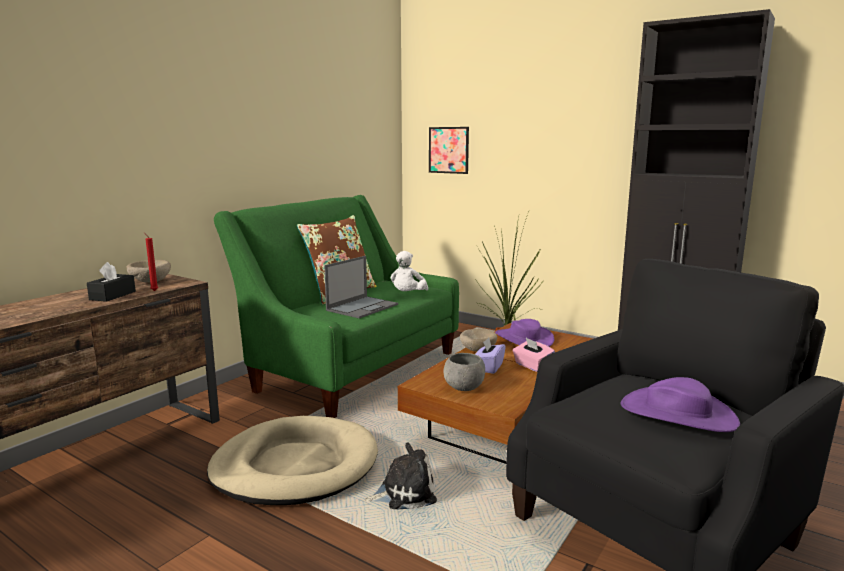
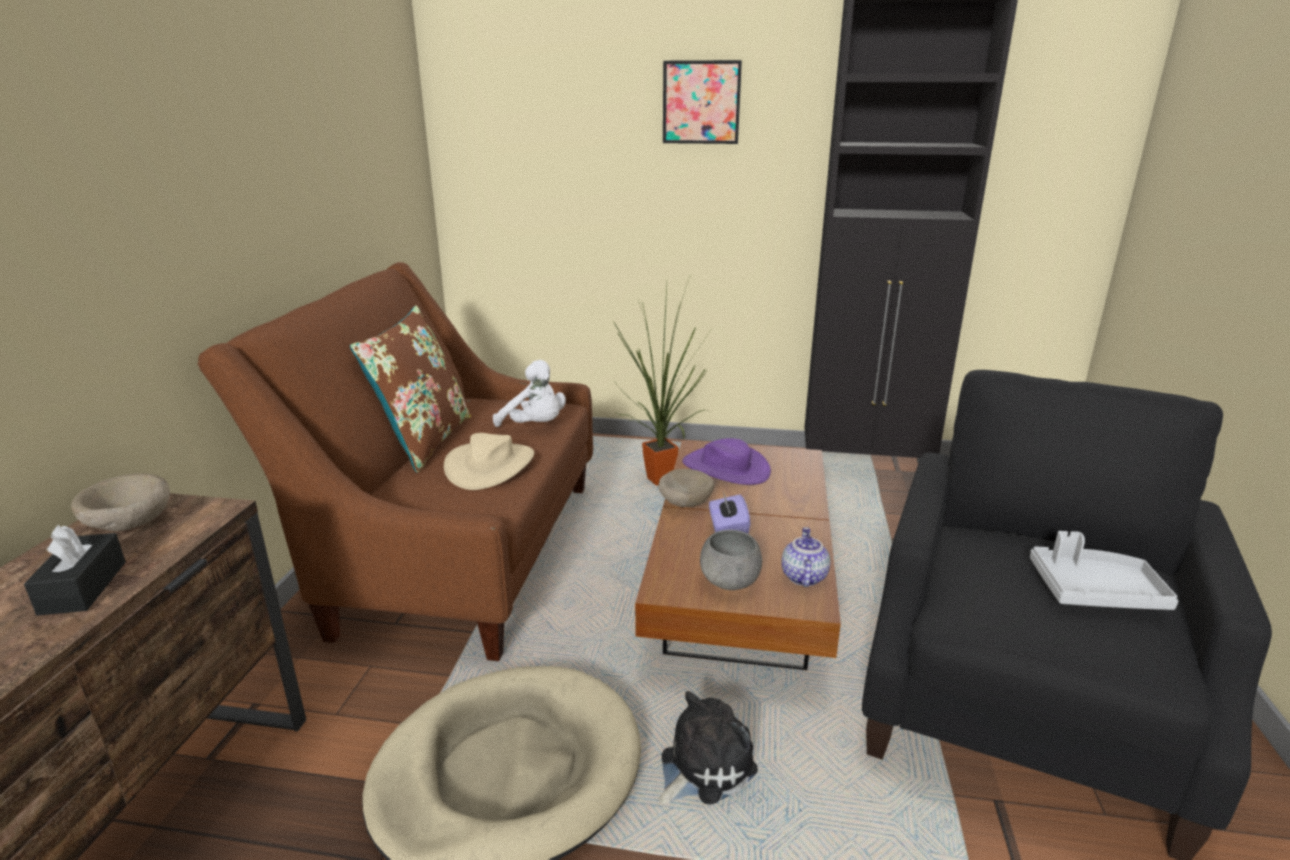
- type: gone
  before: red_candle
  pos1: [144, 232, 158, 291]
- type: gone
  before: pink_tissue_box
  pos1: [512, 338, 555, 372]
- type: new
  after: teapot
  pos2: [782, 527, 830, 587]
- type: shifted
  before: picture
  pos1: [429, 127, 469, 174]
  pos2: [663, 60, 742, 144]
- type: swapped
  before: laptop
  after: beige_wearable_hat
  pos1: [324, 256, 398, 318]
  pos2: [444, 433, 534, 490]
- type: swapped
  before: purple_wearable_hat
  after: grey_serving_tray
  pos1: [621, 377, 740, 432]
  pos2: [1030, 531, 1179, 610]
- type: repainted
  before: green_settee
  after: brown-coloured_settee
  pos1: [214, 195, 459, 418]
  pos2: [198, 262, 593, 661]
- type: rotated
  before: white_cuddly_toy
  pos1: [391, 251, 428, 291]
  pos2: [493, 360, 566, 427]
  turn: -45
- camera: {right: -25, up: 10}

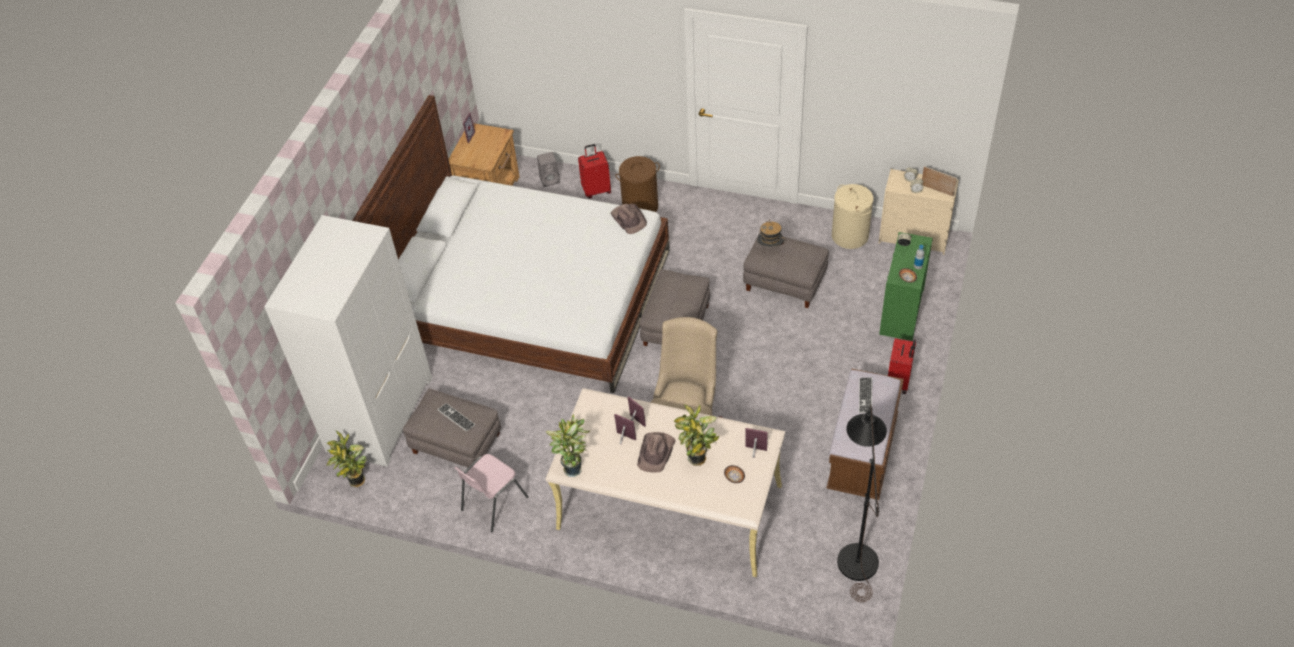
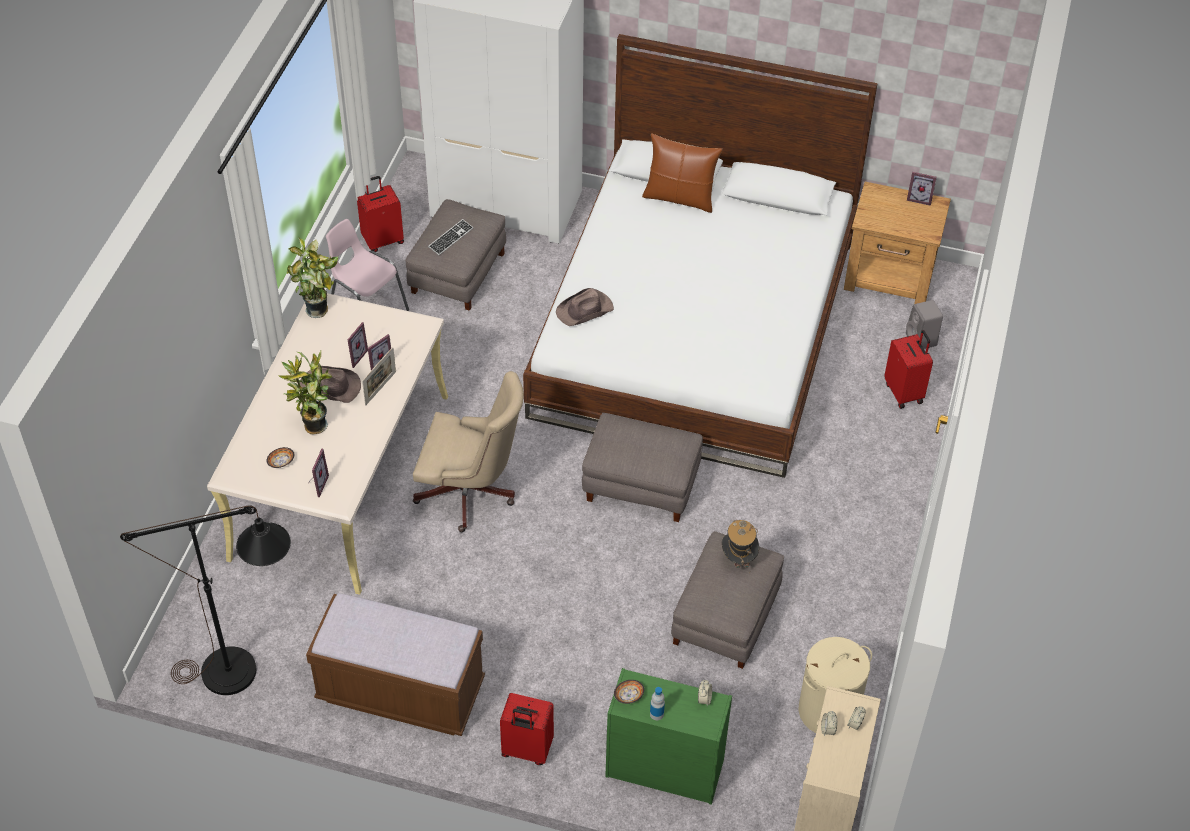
- type: gone
  before: houseplant
  pos1: [326, 431, 367, 487]
- type: gone
  before: brown-coloured_laundry_basket
  pos1: [615, 156, 660, 212]
- type: gone
  before: PC_keyboard
  pos1: [859, 377, 872, 413]
- type: new
  after: red_suitcase
  pos2: [357, 176, 404, 252]
- type: new
  after: brown-coloured_throw_pillow
  pos2: [642, 133, 722, 213]
- type: shifted
  before: brown-coloured_wearable_hat
  pos1: [610, 204, 647, 234]
  pos2: [556, 288, 614, 326]
- type: shifted
  before: photo_frame
  pos1: [922, 166, 957, 197]
  pos2: [362, 347, 396, 406]
- camera: {right: 85, up: 0}

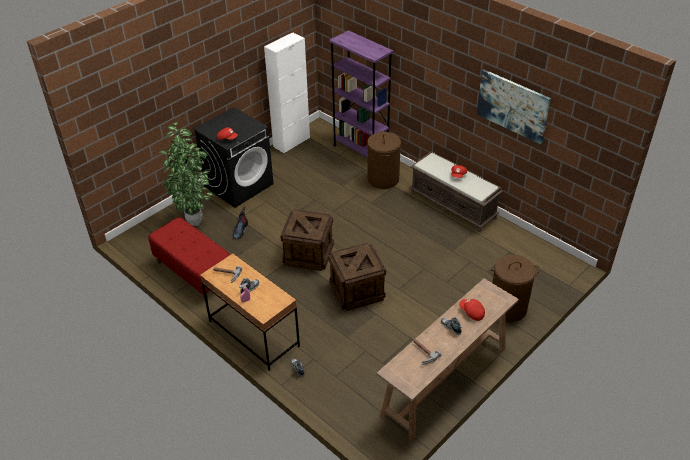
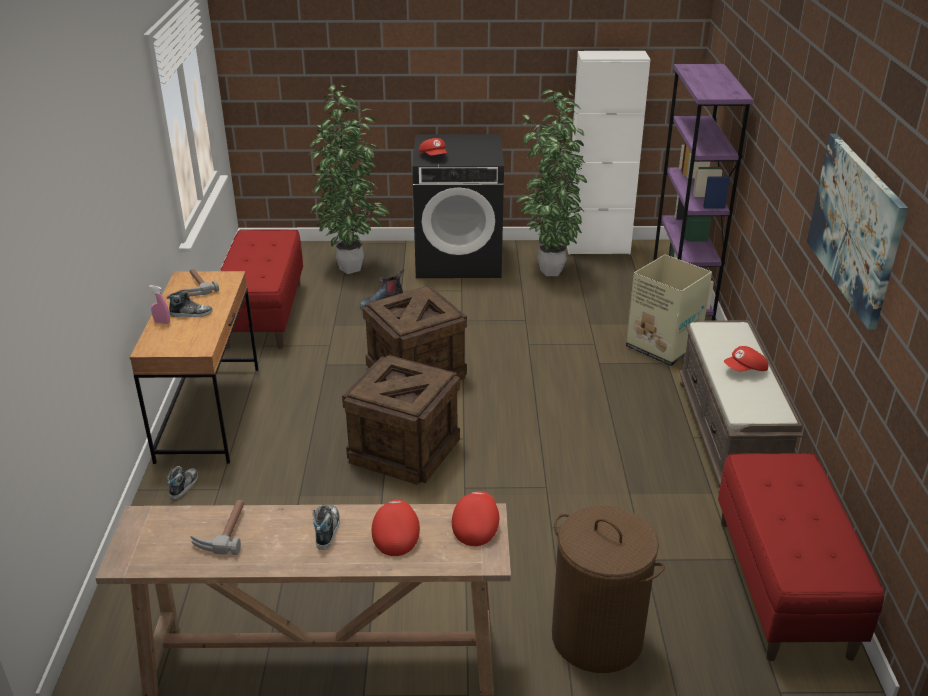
- type: new
  after: red_cap
  pos2: [452, 491, 499, 546]
- type: new
  after: houseplant
  pos2: [517, 89, 587, 276]
- type: new
  after: red_bench
  pos2: [718, 453, 884, 661]
- type: swapped
  before: brown-coloured_laundry_basket
  after: carton
  pos1: [367, 131, 401, 189]
  pos2: [626, 254, 712, 366]
- camera: {right: 45, up: -10}

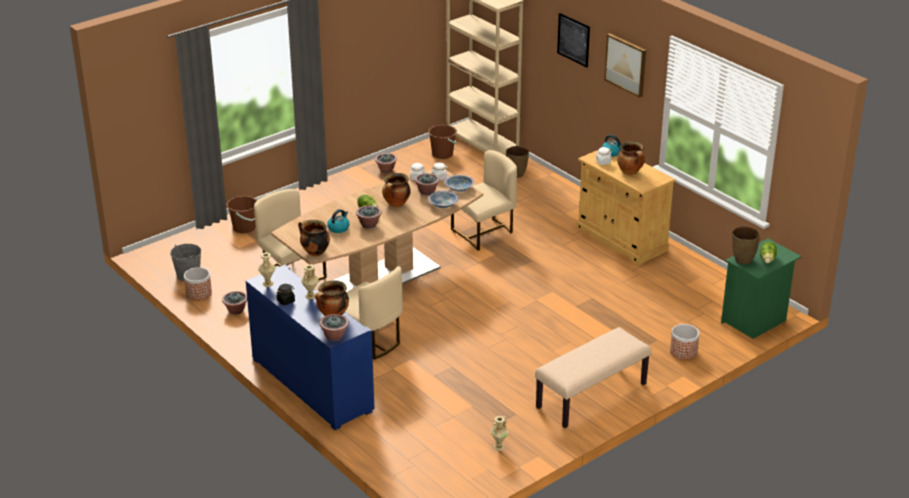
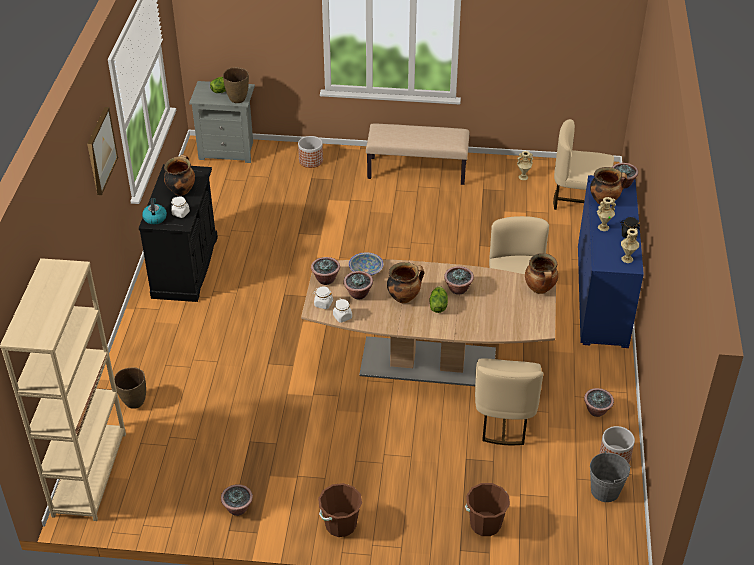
- type: gone
  before: tea_kettle
  pos1: [327, 209, 350, 233]
- type: gone
  before: picture
  pos1: [557, 13, 590, 67]
- type: shifted
  before: brown-coloured_pail
  pos1: [428, 125, 457, 159]
  pos2: [318, 483, 362, 537]
- type: shifted
  before: beige_chair
  pos1: [451, 150, 517, 251]
  pos2: [553, 119, 614, 210]
- type: swapped
  before: bowl
  after: houseplant
  pos1: [445, 175, 474, 192]
  pos2: [311, 257, 340, 285]
- type: repainted
  before: beige_cabinet
  after: black-coloured_cabinet
  pos1: [576, 150, 675, 265]
  pos2: [139, 164, 218, 302]
- type: repainted
  before: green_nightstand
  after: grey_nightstand
  pos1: [721, 239, 802, 339]
  pos2: [189, 81, 255, 163]
- camera: {right: -135, up: 10}

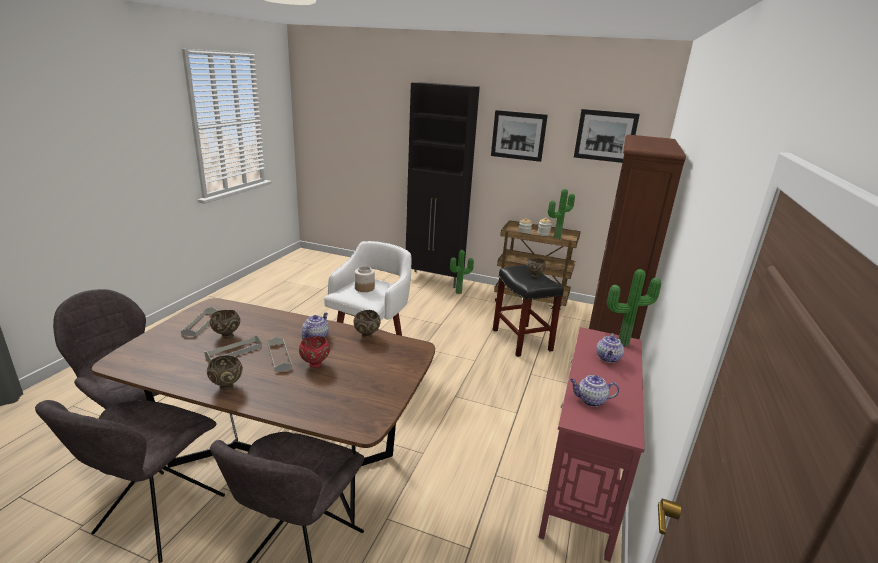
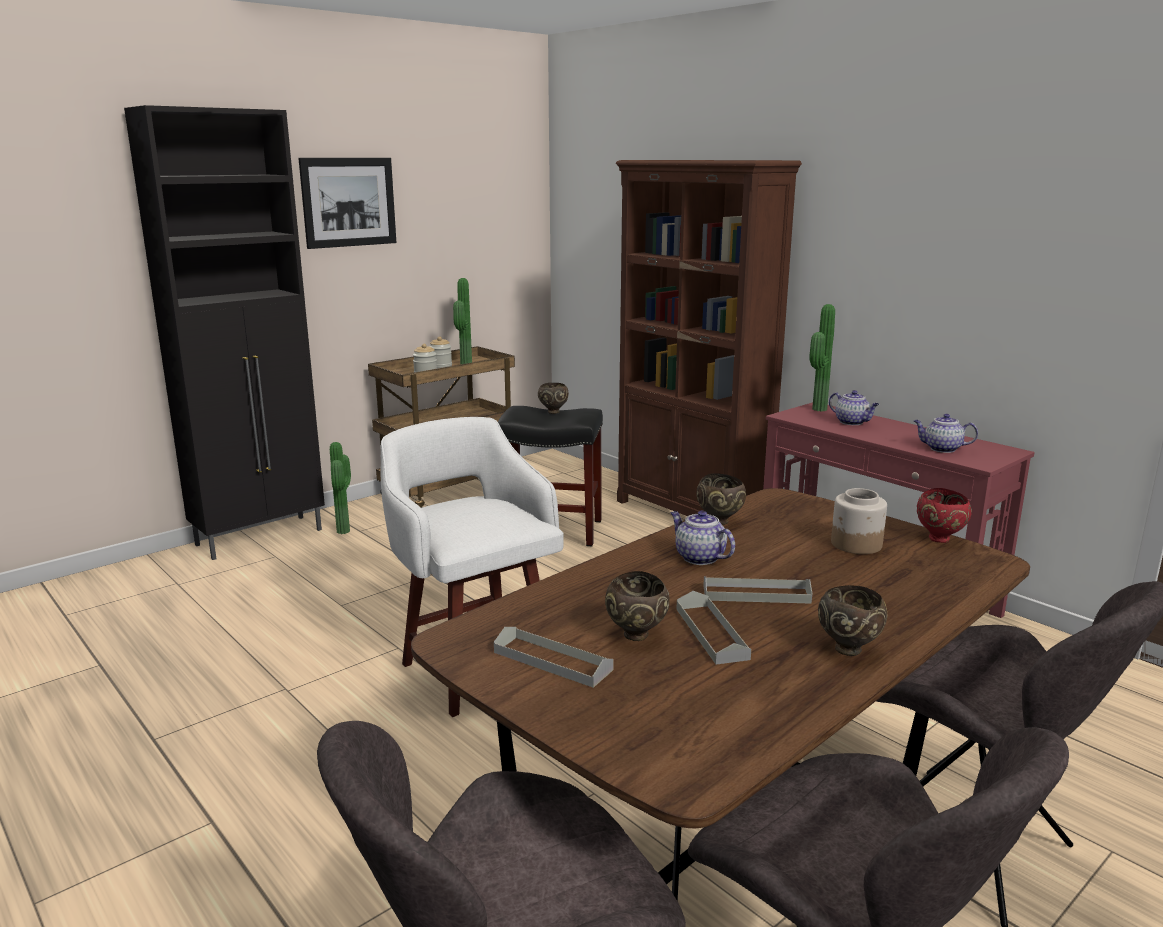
- type: gone
  before: picture
  pos1: [574, 109, 640, 163]
- type: shifted
  before: red_bowl
  pos1: [299, 336, 330, 368]
  pos2: [917, 488, 972, 543]
- type: shifted
  before: jar
  pos1: [355, 266, 375, 292]
  pos2: [831, 488, 887, 554]
- type: rotated
  before: teapot
  pos1: [570, 375, 619, 407]
  pos2: [914, 414, 978, 453]
  turn: 75
- camera: {right: -60, up: -5}

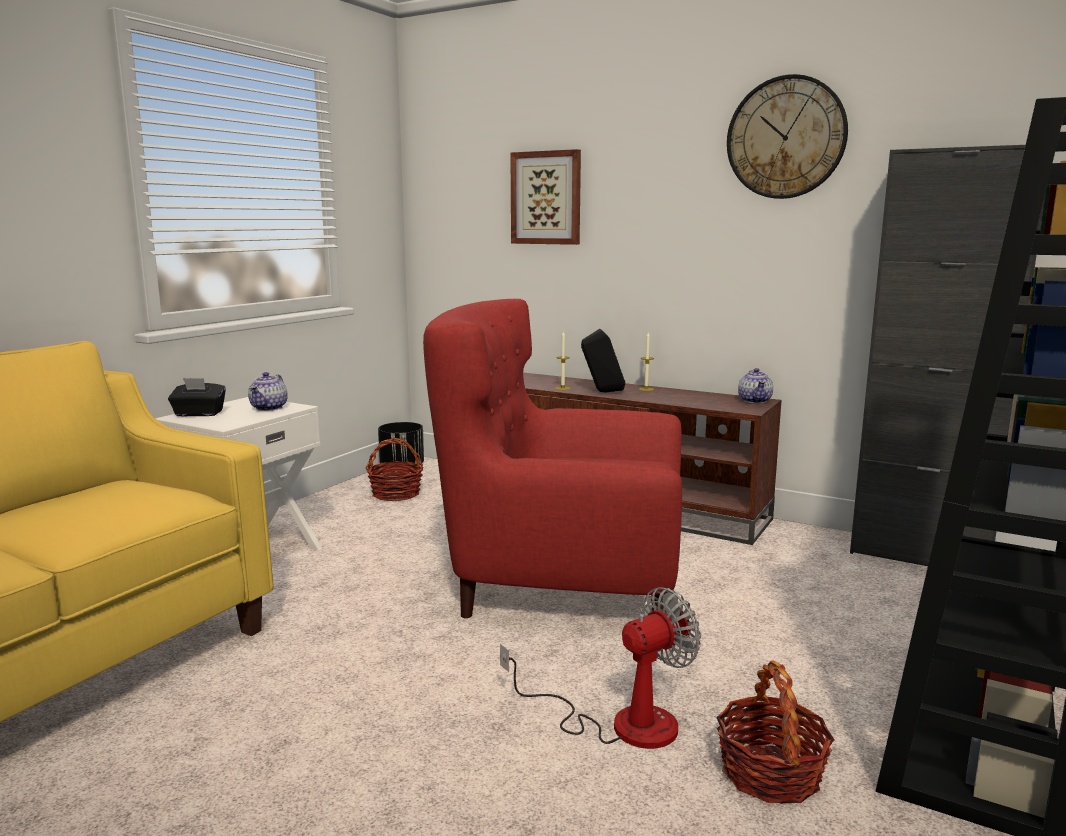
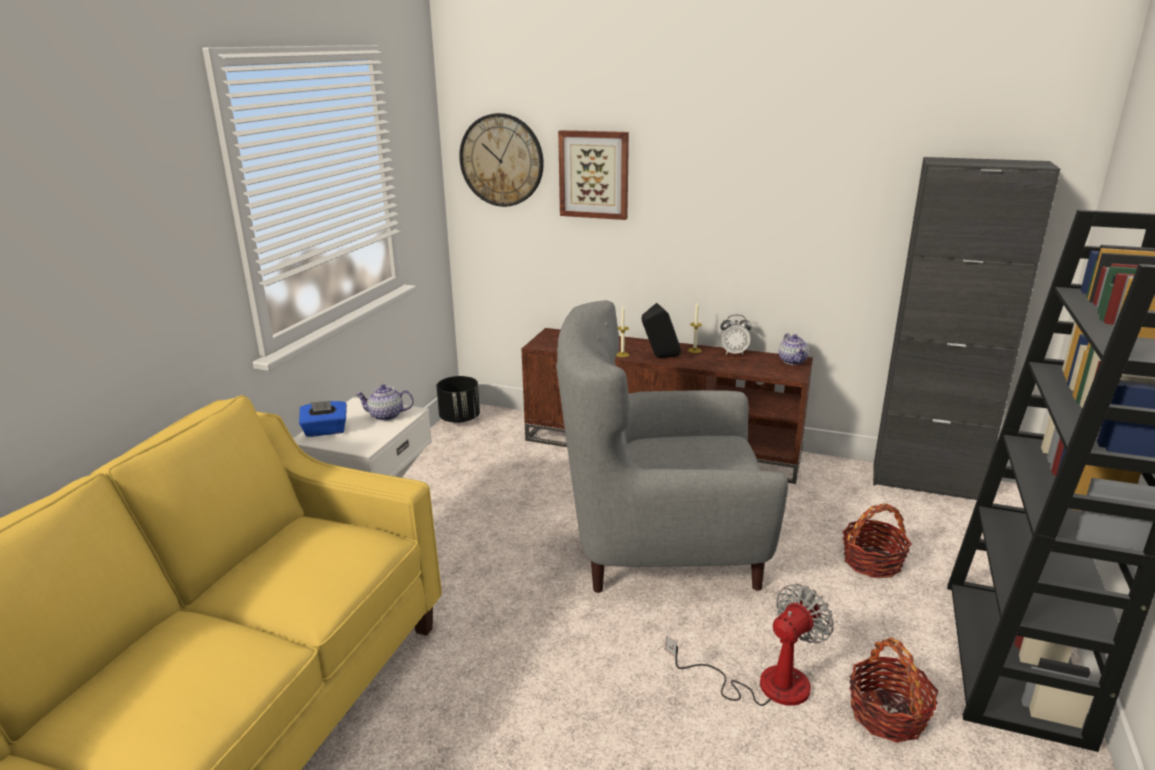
- type: new
  after: alarm_clock
  pos2: [720, 315, 751, 355]
- type: shifted
  before: basket
  pos1: [366, 438, 424, 501]
  pos2: [843, 503, 911, 578]
- type: shifted
  before: hanging_clock
  pos1: [727, 74, 848, 199]
  pos2: [459, 113, 544, 207]
- type: repainted
  before: black-coloured_tissue_box
  after: blue-coloured_tissue_box
  pos1: [168, 378, 226, 417]
  pos2: [299, 401, 347, 437]
- type: repainted
  before: red_lounge_chair
  after: grey_lounge_chair
  pos1: [423, 299, 682, 618]
  pos2: [556, 300, 788, 593]
- type: rotated
  before: teapot
  pos1: [248, 372, 288, 411]
  pos2: [355, 384, 414, 421]
  turn: 90
- camera: {right: -10, up: 10}

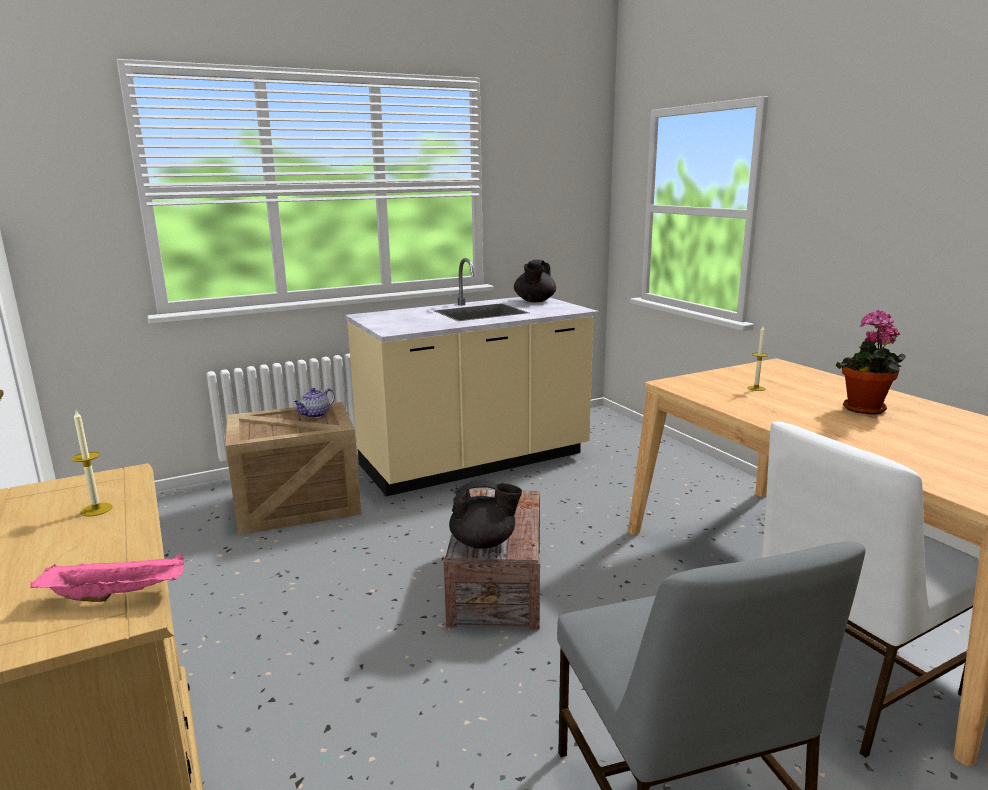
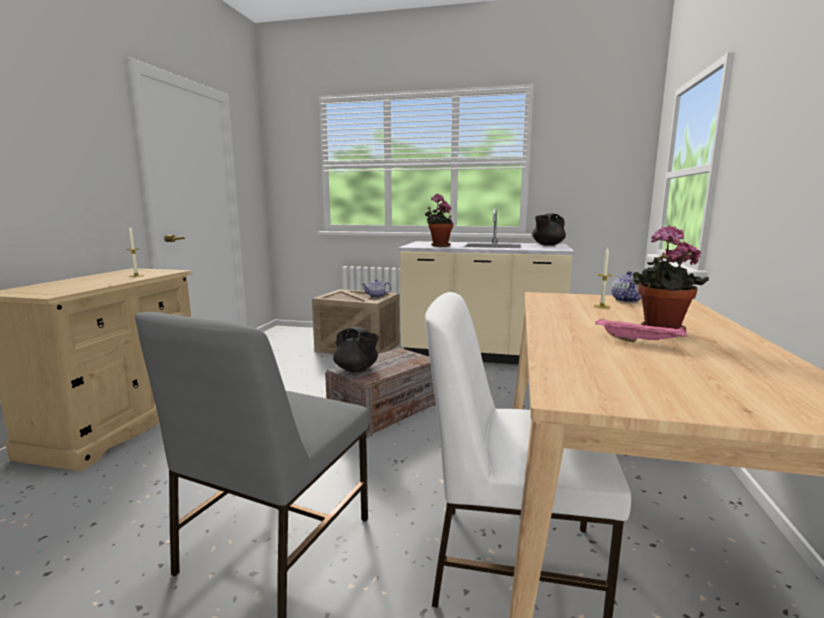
- type: new
  after: houseplant
  pos2: [425, 194, 453, 247]
- type: new
  after: teapot
  pos2: [611, 271, 641, 303]
- type: shifted
  before: pink_serving_tray
  pos1: [30, 553, 185, 602]
  pos2: [595, 319, 687, 343]
- camera: {right: 40, up: -5}

